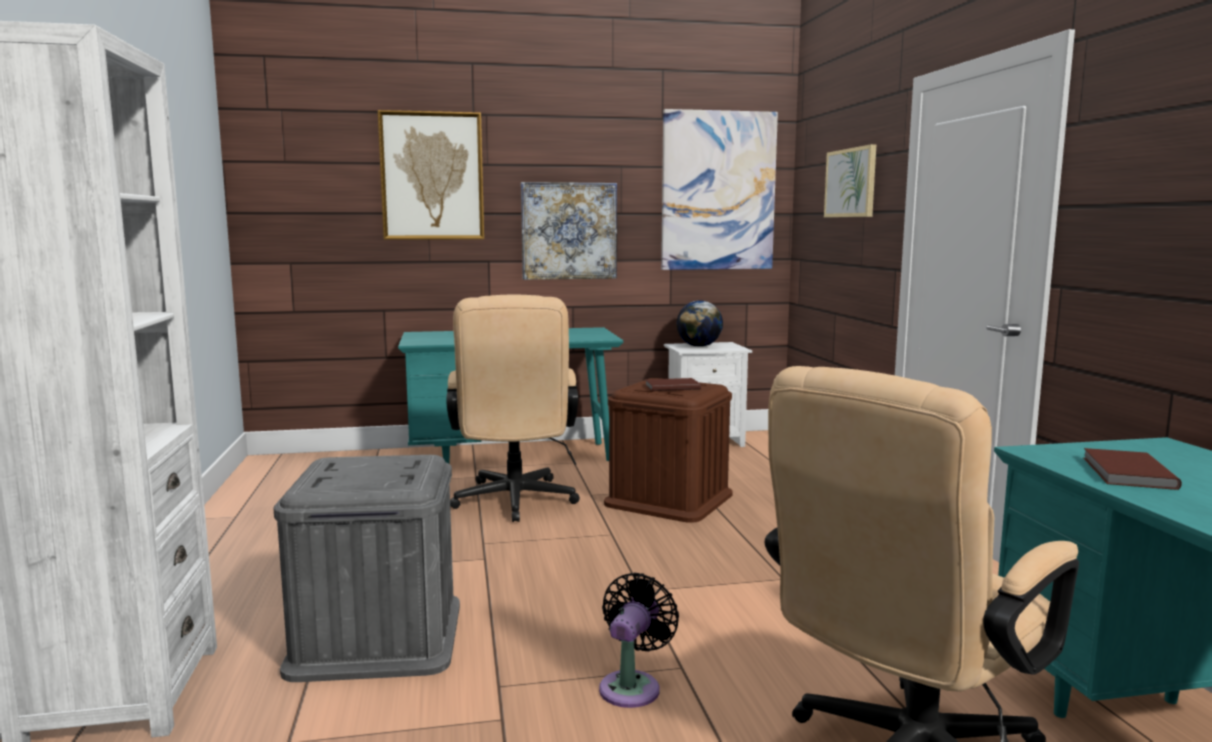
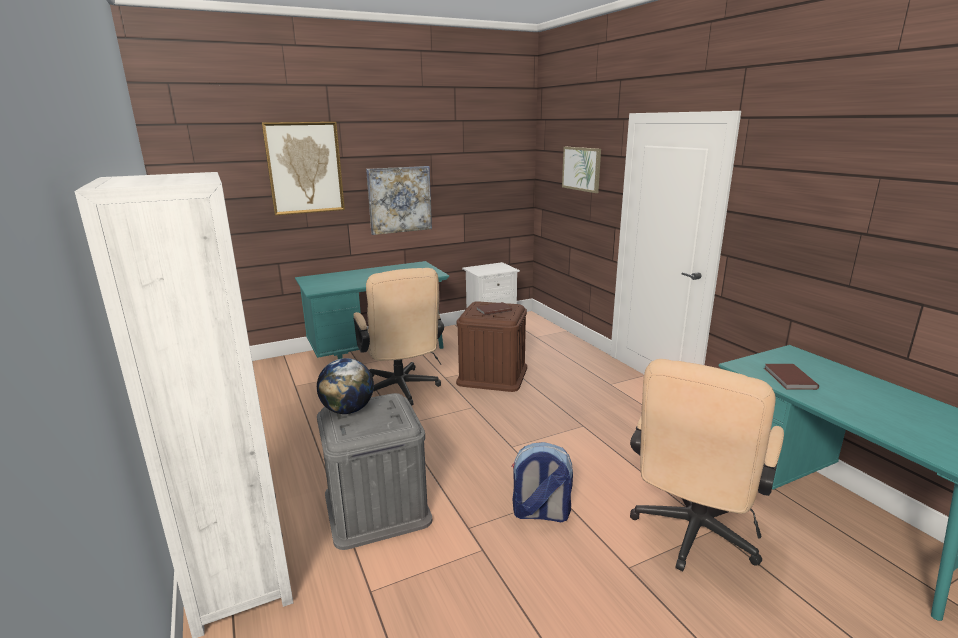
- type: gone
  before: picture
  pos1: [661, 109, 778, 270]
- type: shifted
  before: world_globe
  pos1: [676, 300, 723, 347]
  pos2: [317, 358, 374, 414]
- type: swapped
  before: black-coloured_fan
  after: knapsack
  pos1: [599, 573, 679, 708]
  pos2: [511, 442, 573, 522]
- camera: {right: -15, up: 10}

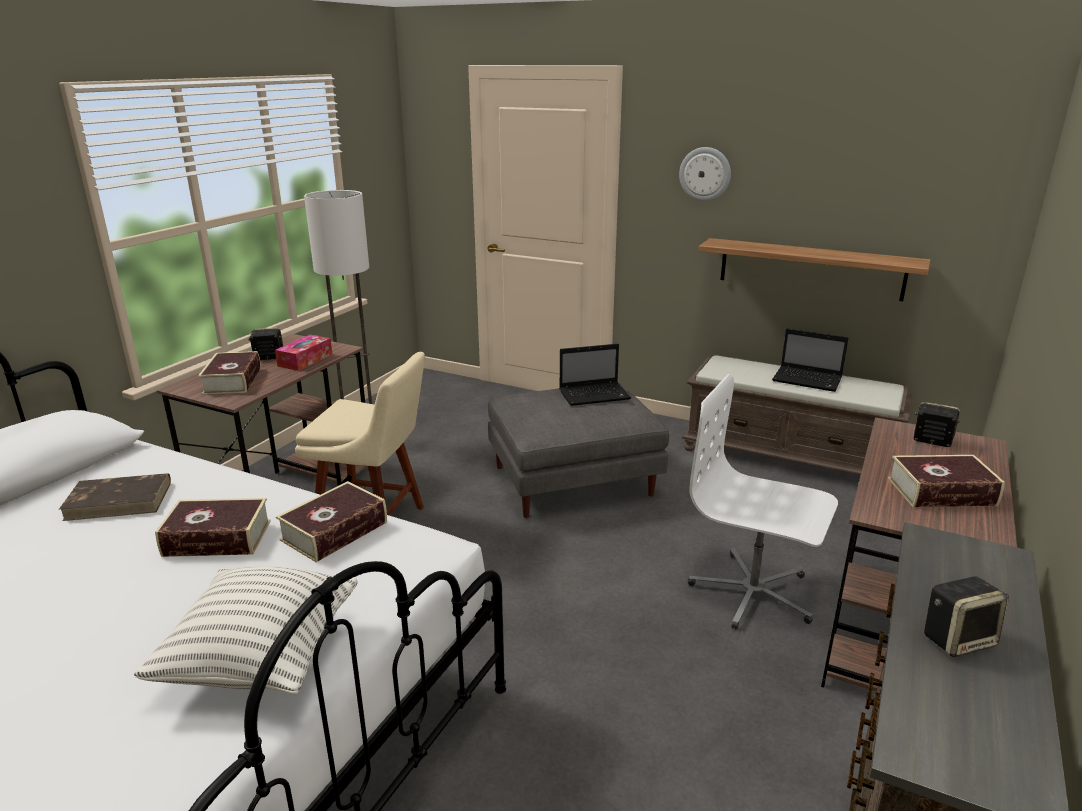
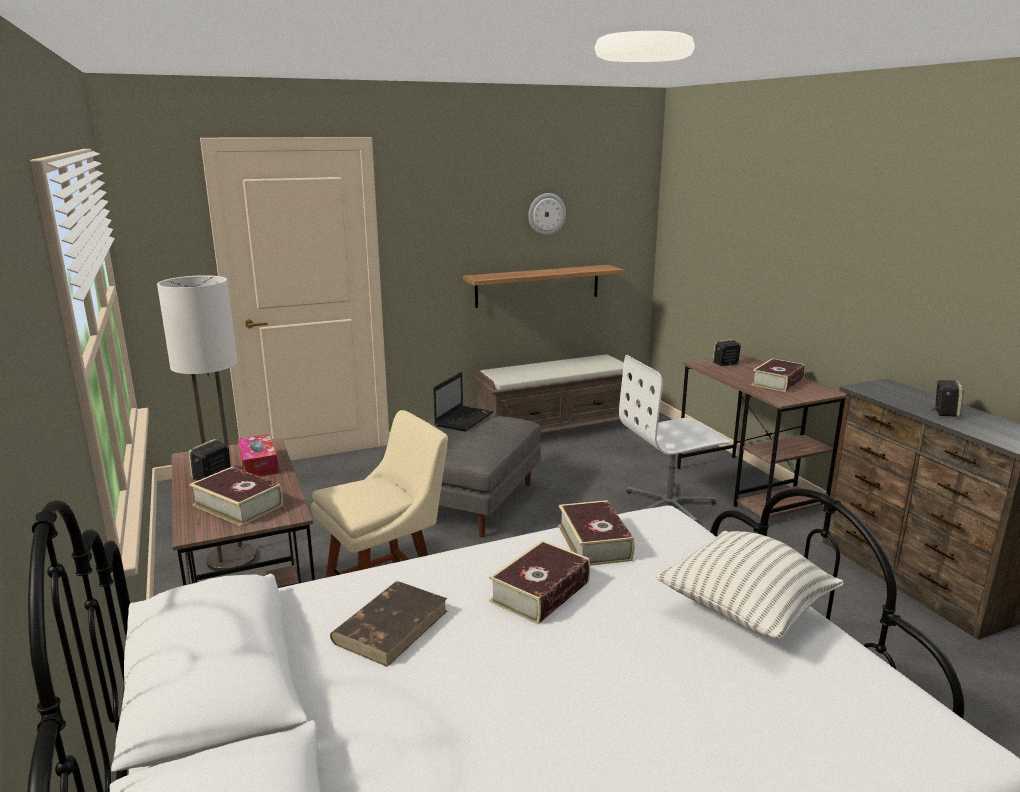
- type: gone
  before: laptop
  pos1: [772, 329, 848, 392]
- type: shifted
  before: hanging_clock
  pos1: [679, 147, 731, 201]
  pos2: [528, 193, 566, 236]
- camera: {right: -50, up: -5}

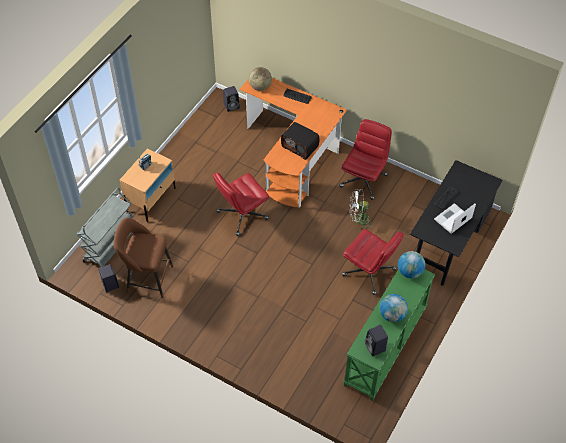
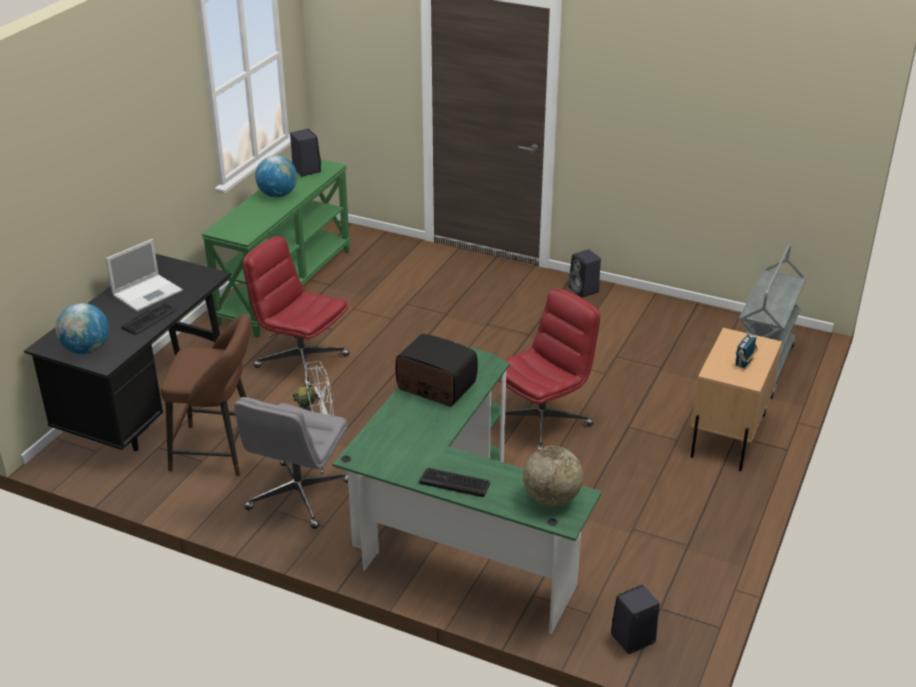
- type: shifted
  before: black-coloured_speaker
  pos1: [99, 264, 119, 292]
  pos2: [569, 249, 601, 297]
- type: shifted
  before: brown-coloured_stool_seat
  pos1: [113, 218, 173, 298]
  pos2: [161, 314, 251, 476]
- type: shifted
  before: world_globe
  pos1: [398, 251, 425, 278]
  pos2: [55, 303, 109, 354]
- type: repainted
  before: orange-coloured_desk
  after: green_desk
  pos1: [240, 78, 347, 208]
  pos2: [332, 346, 602, 634]
- type: repainted
  before: red_office_chair
  after: grey_office_chair
  pos1: [339, 119, 392, 200]
  pos2: [234, 397, 348, 529]
- camera: {right: 175, up: -20}

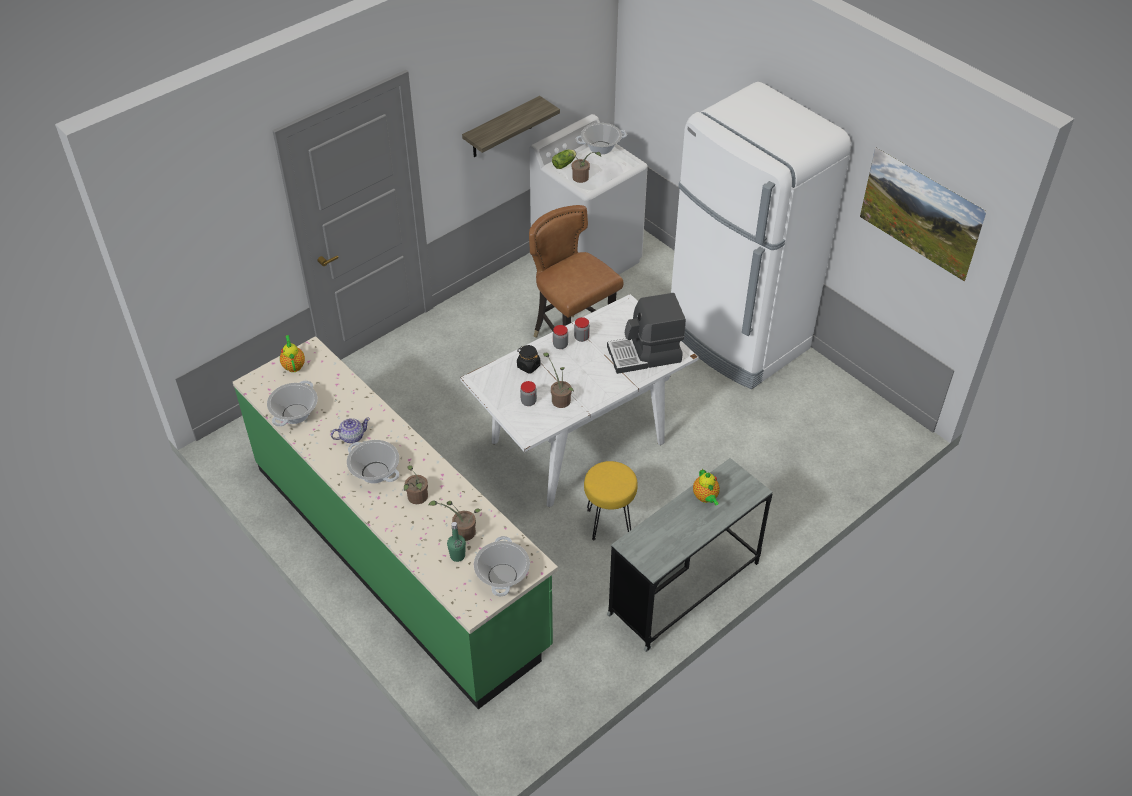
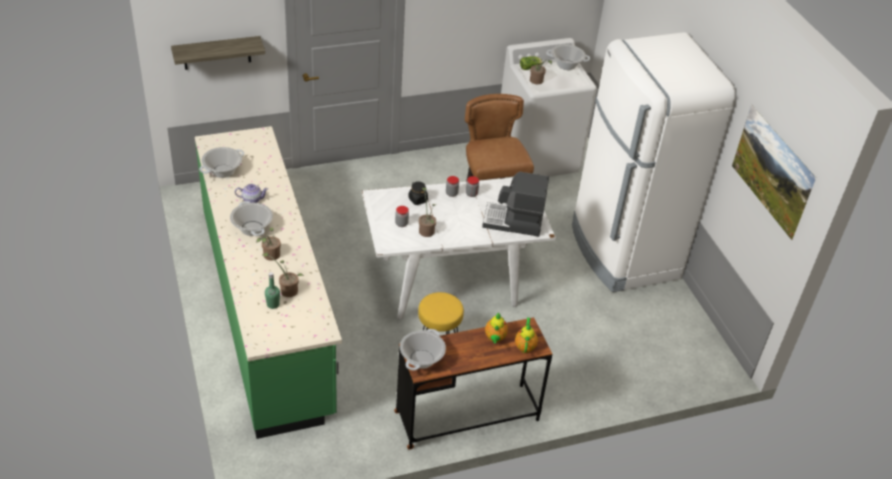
- type: shifted
  before: teapot
  pos1: [280, 335, 305, 372]
  pos2: [515, 317, 538, 353]
- type: shifted
  before: wall_shelf
  pos1: [462, 96, 560, 157]
  pos2: [171, 36, 265, 70]
- type: shifted
  before: saucepot
  pos1: [474, 536, 530, 597]
  pos2: [400, 329, 446, 370]
- type: repainted
  before: grey_desk
  after: brown-coloured_desk
  pos1: [607, 458, 773, 652]
  pos2: [394, 317, 552, 450]
- camera: {right: 20, up: -5}

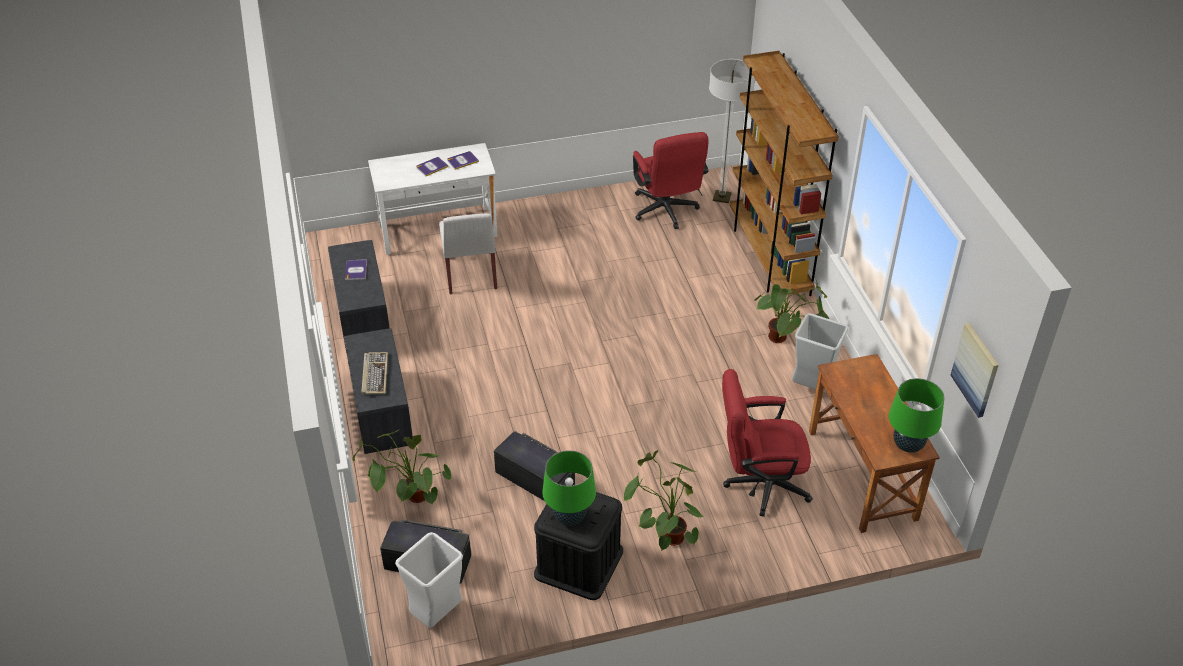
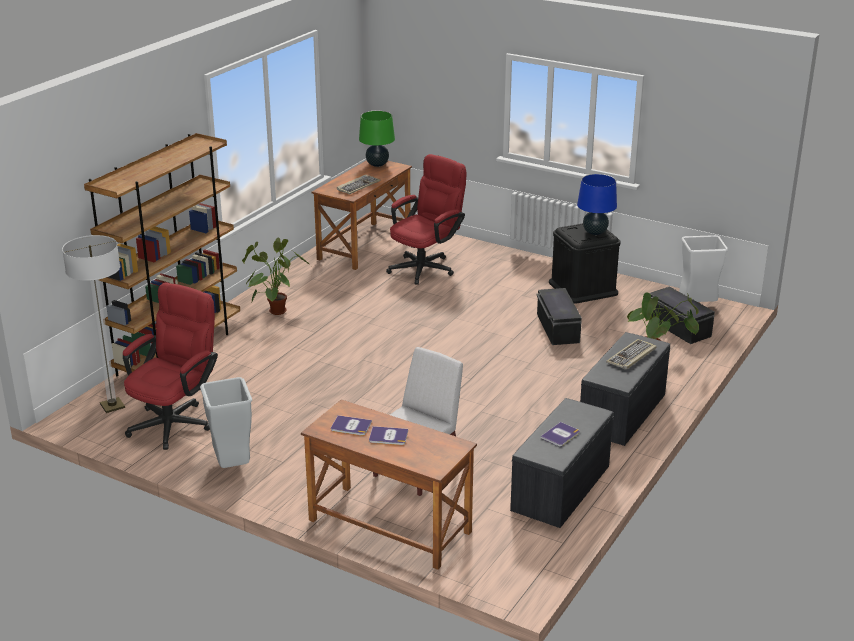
- type: gone
  before: houseplant
  pos1: [624, 450, 703, 551]
- type: gone
  before: picture
  pos1: [951, 323, 999, 418]
- type: new
  after: PC_keyboard
  pos2: [337, 175, 380, 194]
- type: shifted
  before: grey_rubbish_bin
  pos1: [792, 313, 848, 393]
  pos2: [200, 377, 252, 468]
- type: repainted
  before: white_desk
  after: brown-coloured_desk
  pos1: [368, 143, 498, 255]
  pos2: [301, 399, 477, 570]
- type: repainted
  before: green_tabletop_lamp
  after: blue-coloured_tabletop_lamp
  pos1: [542, 450, 596, 526]
  pos2: [577, 174, 617, 235]
- type: rotated
  before: red_office_chair
  pos1: [722, 369, 813, 517]
  pos2: [386, 154, 466, 285]
  turn: -90
- camera: {right: -135, up: -15}

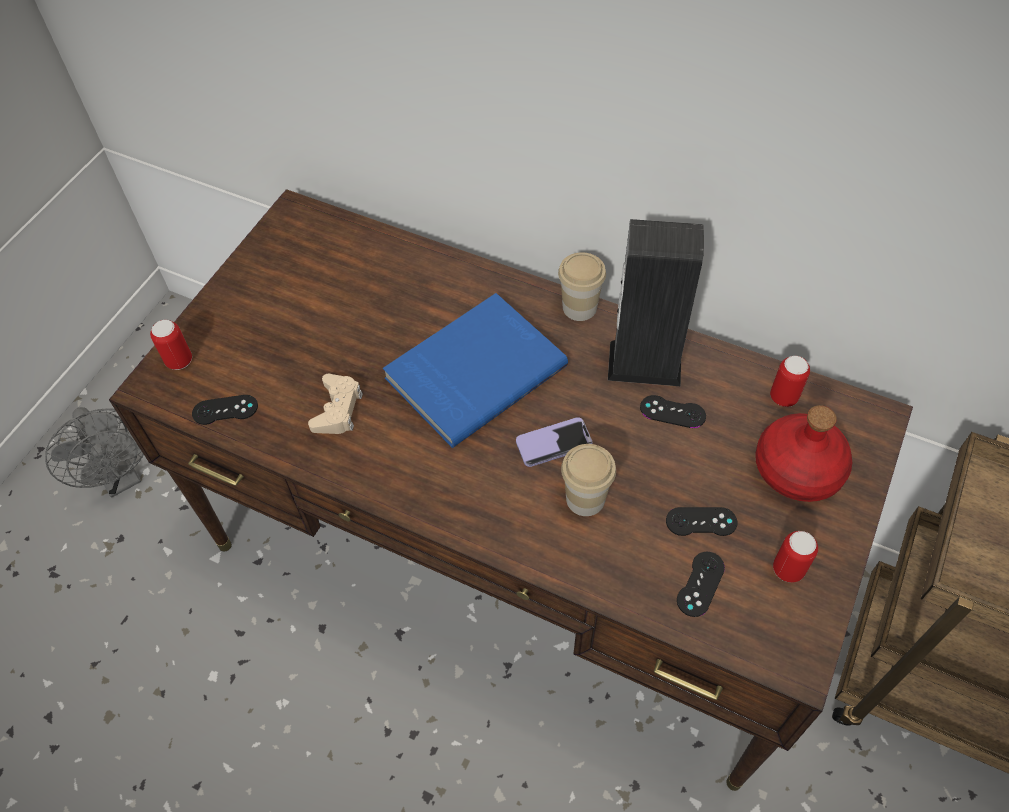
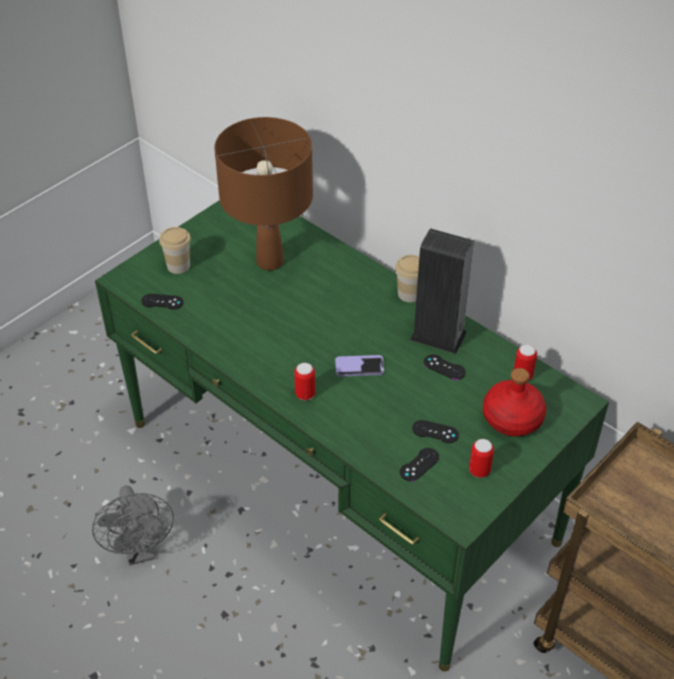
- type: gone
  before: beige_gamepad
  pos1: [308, 374, 363, 434]
- type: gone
  before: blue-coloured_bound_book
  pos1: [383, 293, 568, 448]
- type: new
  after: brown-coloured_tabletop_lamp
  pos2: [214, 117, 313, 271]
- type: shifted
  before: grey_fan
  pos1: [45, 407, 144, 498]
  pos2: [92, 485, 174, 566]
- type: shifted
  before: sealed_can
  pos1: [150, 320, 192, 370]
  pos2: [294, 363, 316, 400]
- type: shifted
  before: cup
  pos1: [561, 444, 616, 516]
  pos2: [159, 227, 191, 274]
- type: repainted
  before: brown-coloured_desk
  after: green_desk
  pos1: [109, 189, 913, 791]
  pos2: [95, 200, 609, 672]
- camera: {right: 15, up: -10}

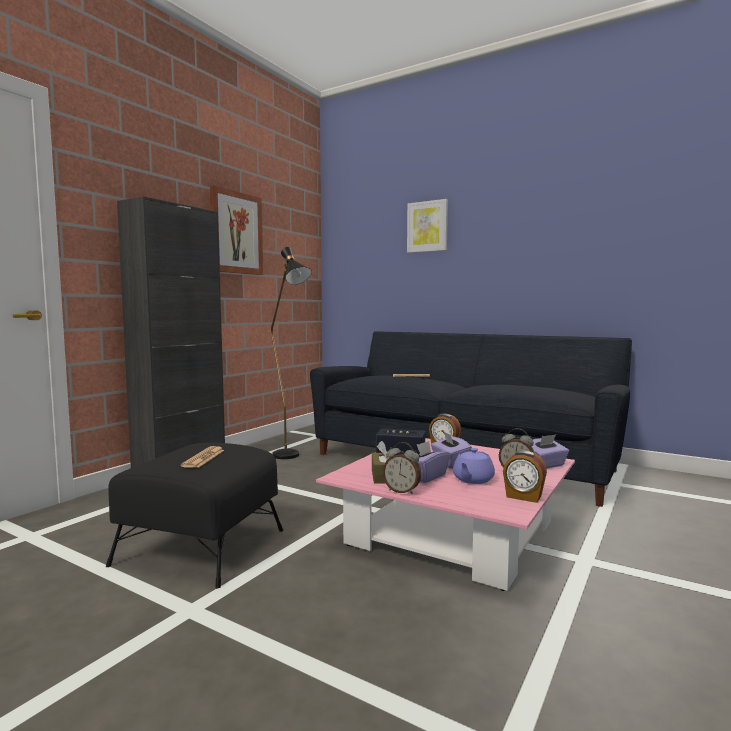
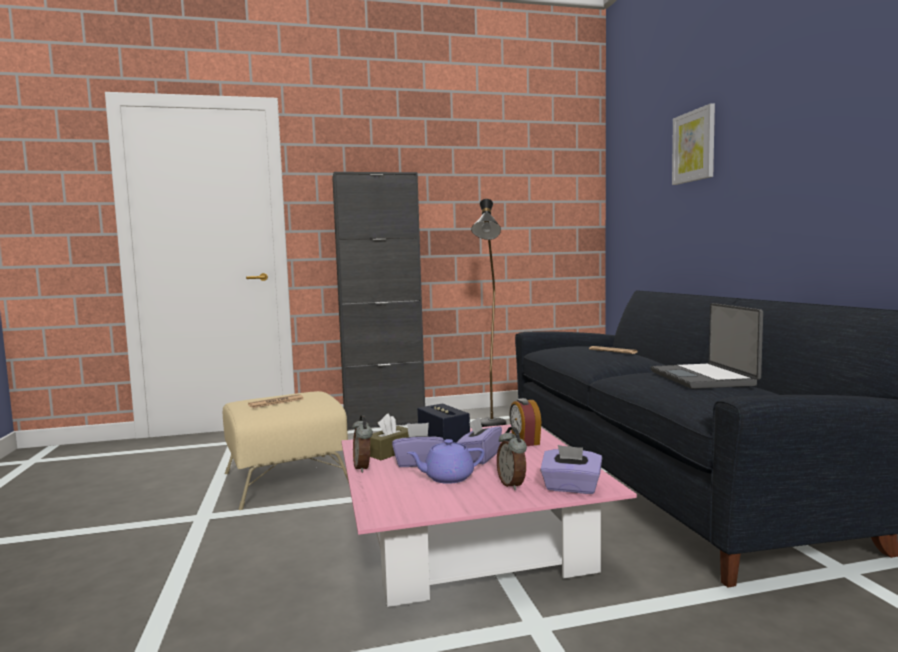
- type: gone
  before: picture
  pos1: [210, 186, 263, 275]
- type: gone
  before: alarm_clock
  pos1: [503, 450, 547, 503]
- type: new
  after: laptop
  pos2: [651, 303, 763, 389]
- type: repainted
  before: black-coloured_footrest
  after: beige_footrest
  pos1: [106, 442, 283, 589]
  pos2: [223, 391, 349, 510]
- camera: {right: 45, up: 0}

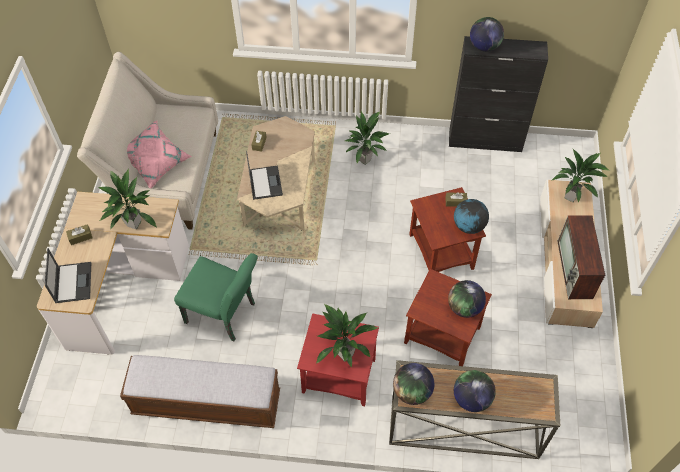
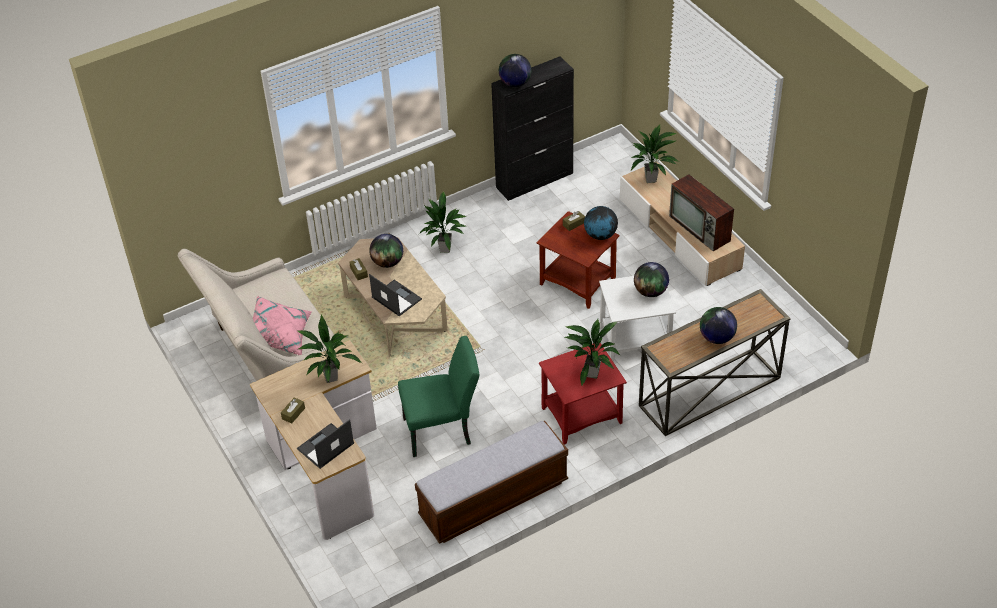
- type: shifted
  before: world_globe
  pos1: [393, 363, 434, 405]
  pos2: [369, 234, 403, 268]
- type: repainted
  before: brown-coloured_end_table
  after: white_end_table
  pos1: [404, 269, 492, 366]
  pos2: [599, 276, 676, 362]
- type: rotated
  before: laptop
  pos1: [45, 248, 91, 303]
  pos2: [297, 419, 354, 469]
  turn: -90
- camera: {right: -35, up: -10}

